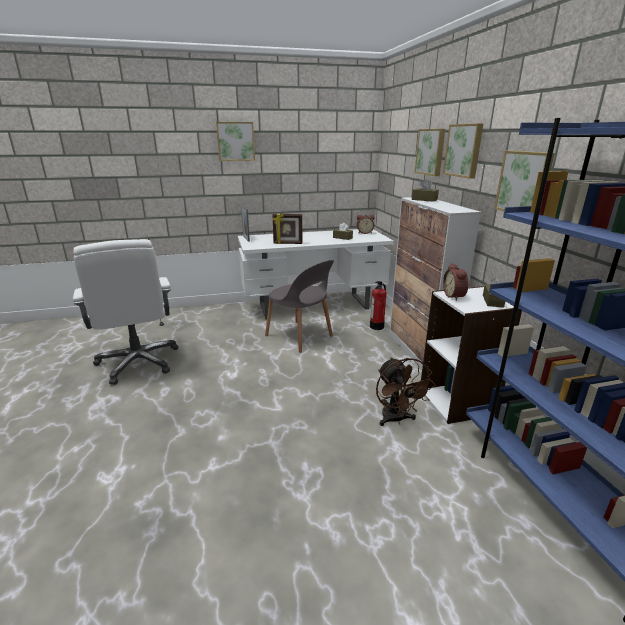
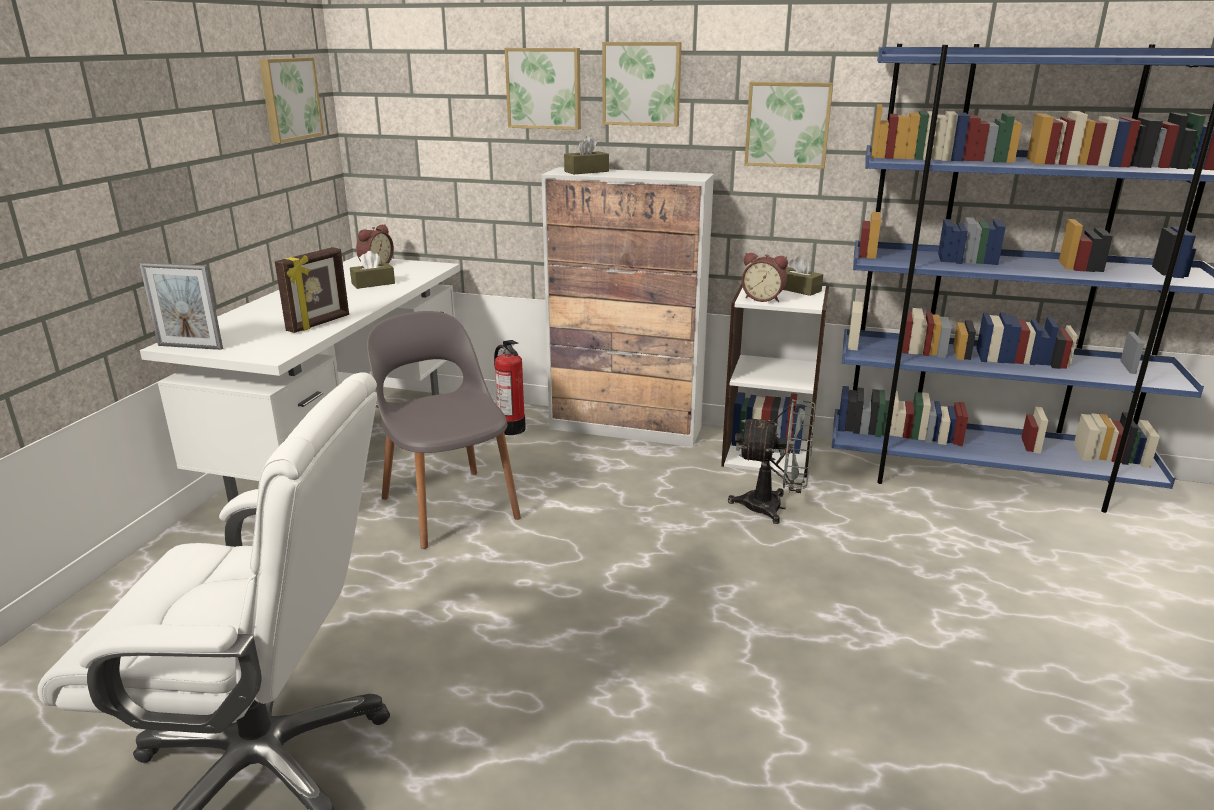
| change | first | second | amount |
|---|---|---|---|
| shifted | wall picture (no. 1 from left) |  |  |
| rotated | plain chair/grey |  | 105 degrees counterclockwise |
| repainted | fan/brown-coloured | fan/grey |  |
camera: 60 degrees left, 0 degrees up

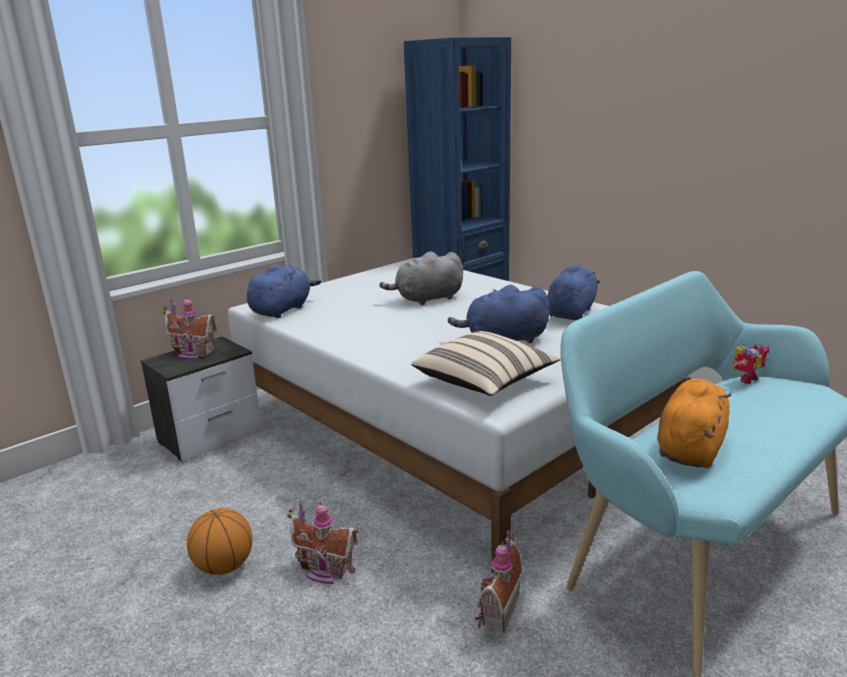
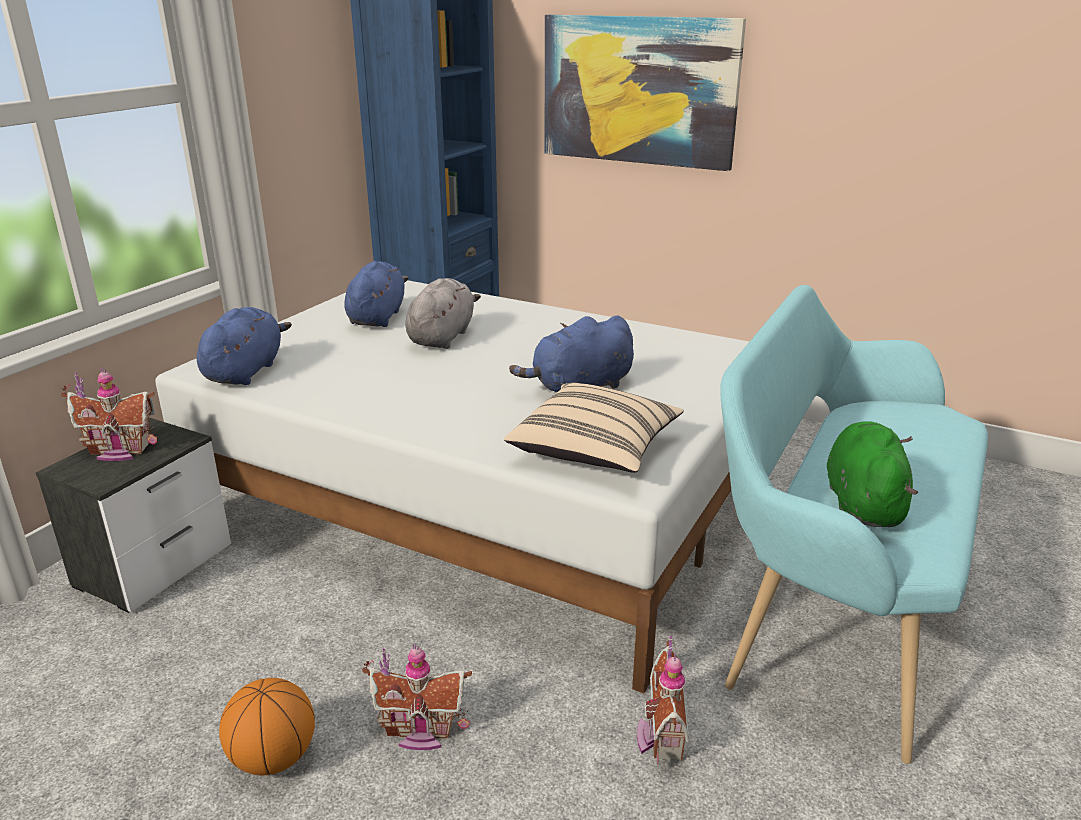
| change | first | second | amount |
|---|---|---|---|
| rotated | plush toy/grey |  | 150 degrees clockwise |
| shifted | plush toy/bluish (no. 3 from left in the first image) | plush toy/bluish (no. 2 from left) |  |
| repainted | plush toy/orange-coloured | plush toy/greenish |  |
| gone | model robot |  |  |
| new |  | wall picture |  |
camera: 20 degrees left, 5 degrees up

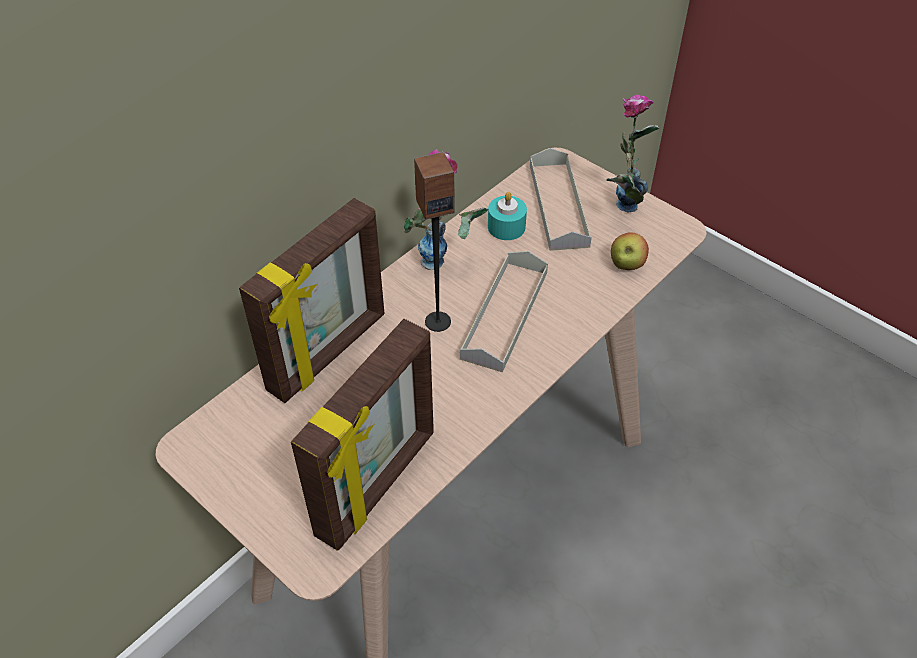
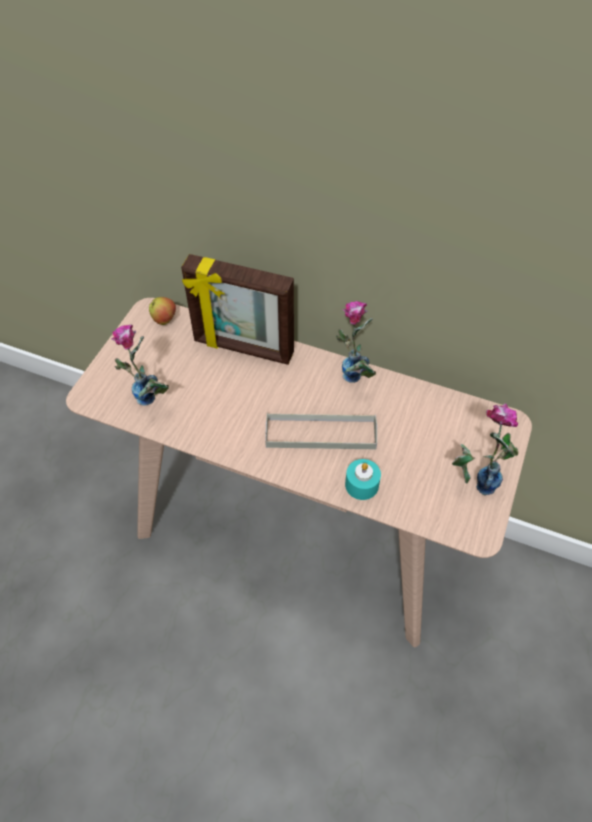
| change | first | second | amount |
|---|---|---|---|
| swapped | photo frame (no. 2 from left) | decorative vase (no. 1 from left) |  |
| gone | loudspeaker |  |  |
| shifted | wax candle/turquoise-coloured |  |  |
| gone | tray/grey (no. 2 from left) |  |  |
| shifted | apple fruit |  |  |
camera: 70 degrees right, 5 degrees up

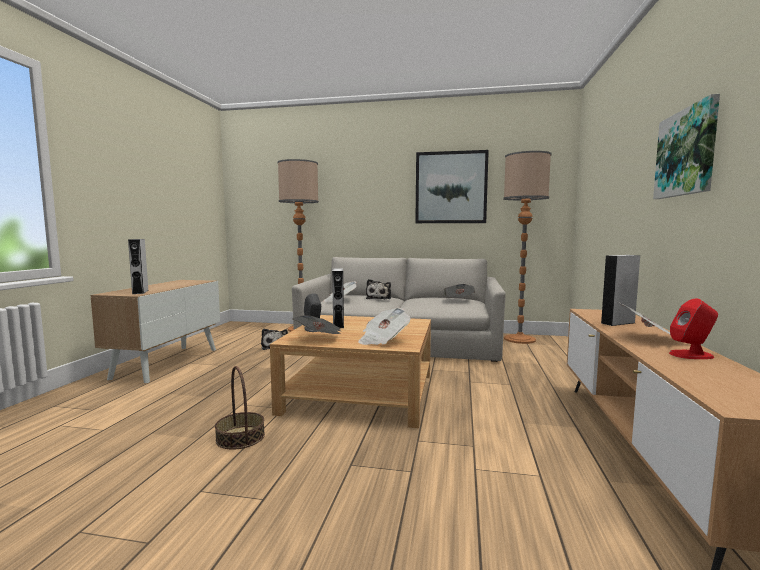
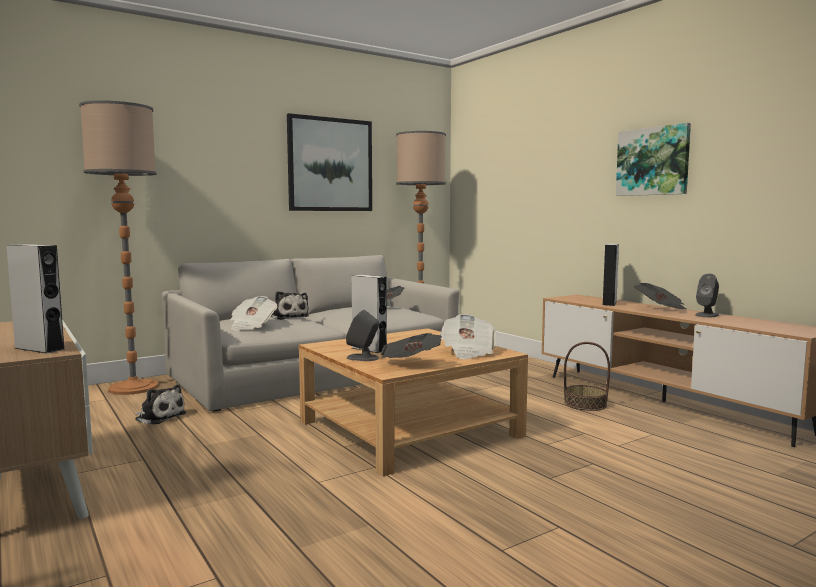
| change | first | second | amount |
|---|---|---|---|
| shifted | storage basket |  |  |
| repainted | loudspeaker/red | loudspeaker/grey (no. 5 from left) |  |
camera: 45 degrees left, 0 degrees up

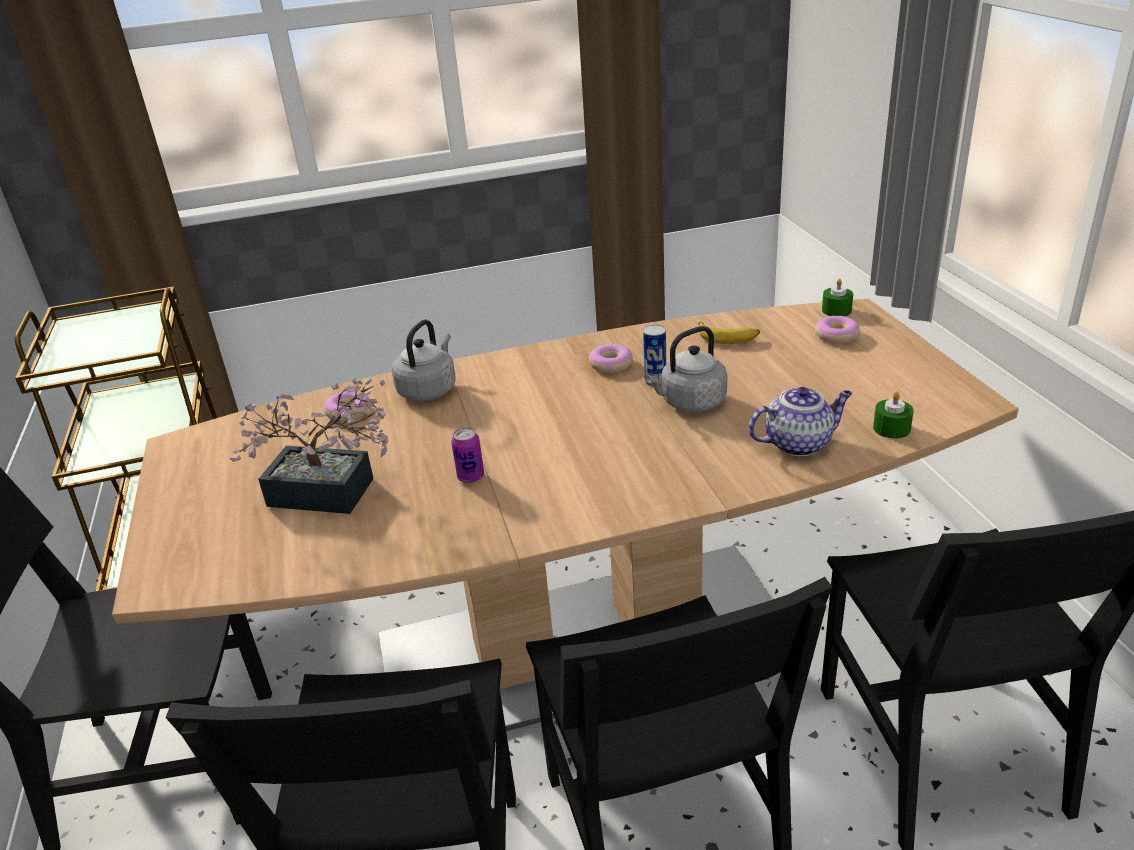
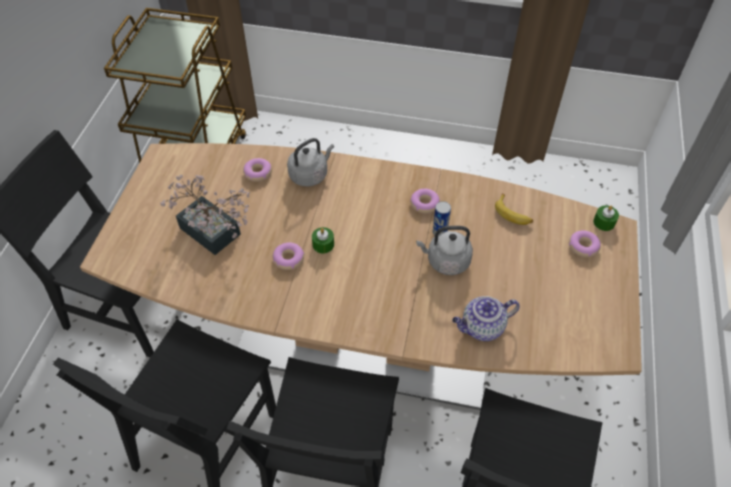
| change | first | second | amount |
|---|---|---|---|
| swapped | metal can (no. 1 from left) | ring doughnut (no. 2 from left) |  |
| rotated | pot for tea |  | 150 degrees clockwise |
| shifted | wax candle/greenish (no. 2 from left in the first image) | wax candle/greenish (no. 1 from left) |  |
camera: 25 degrees right, 20 degrees up

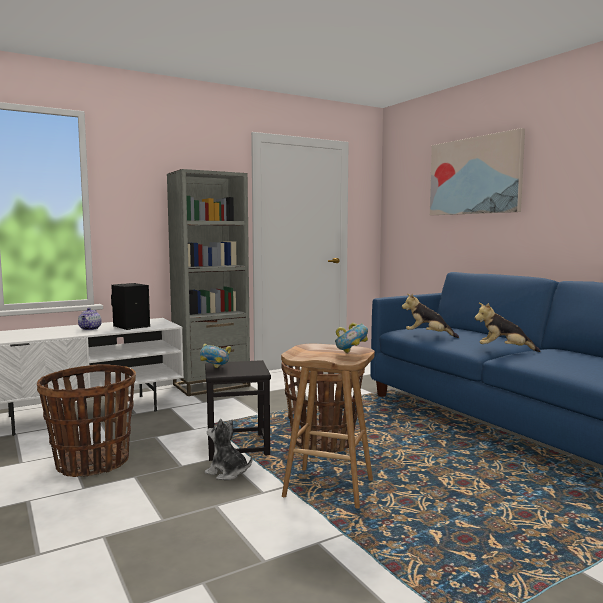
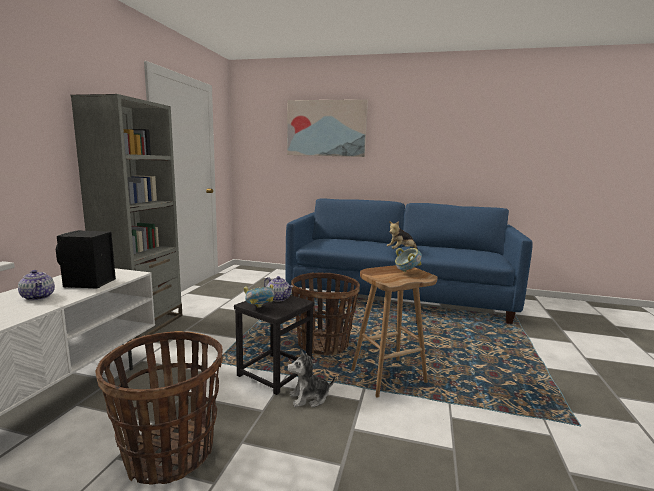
| change | first | second | amount |
|---|---|---|---|
| gone | plush toy (no. 2 from left) |  |  |
| new |  | pot for tea (no. 2 from left) |  |
camera: 45 degrees left, 5 degrees up

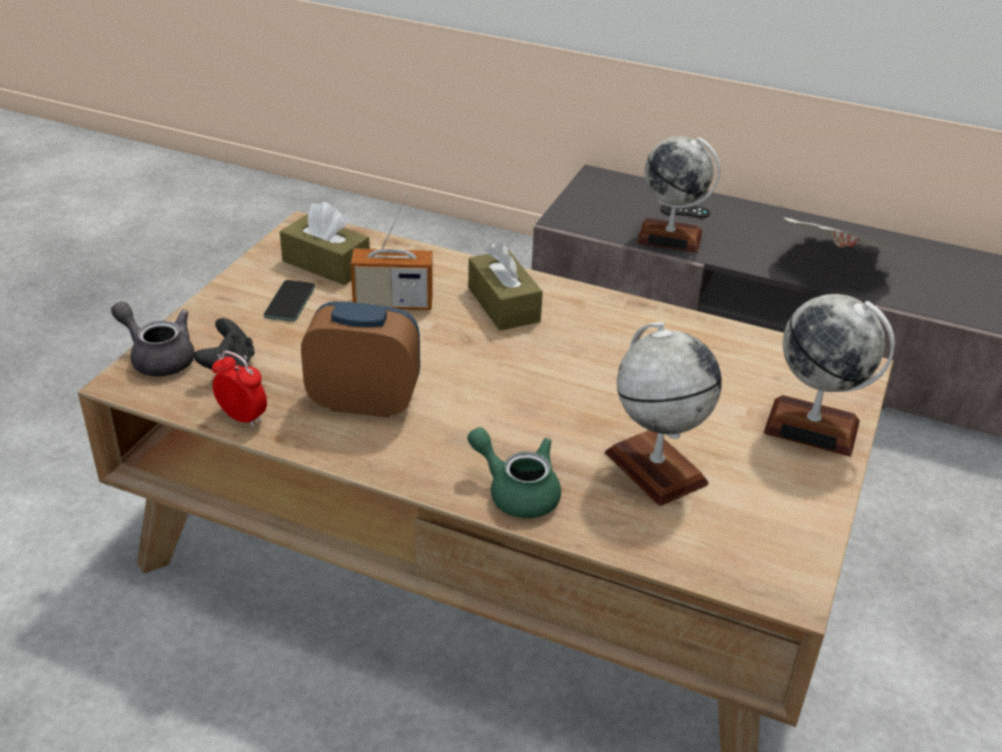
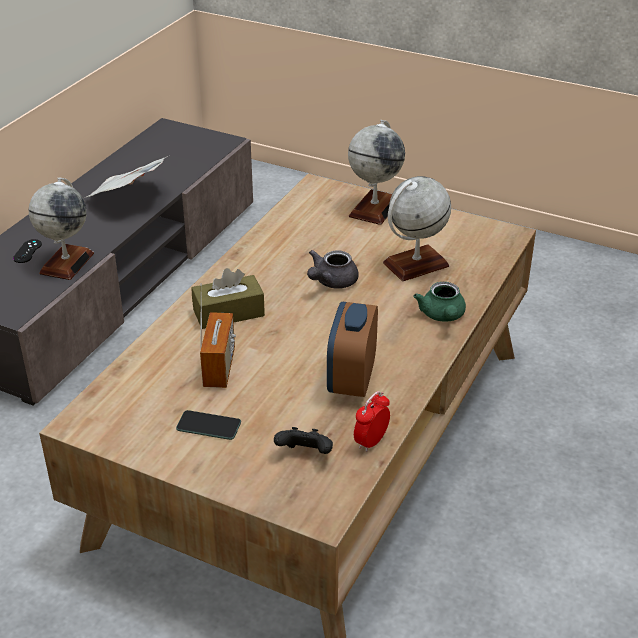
| change | first | second | amount |
|---|---|---|---|
| shifted | pot for tea/grey |  |  |
| gone | tissue holder/brown-coloured (no. 1 from left) |  |  |
| rotated | pot for tea/greenish |  | 45 degrees counterclockwise |
camera: 85 degrees left, 0 degrees up

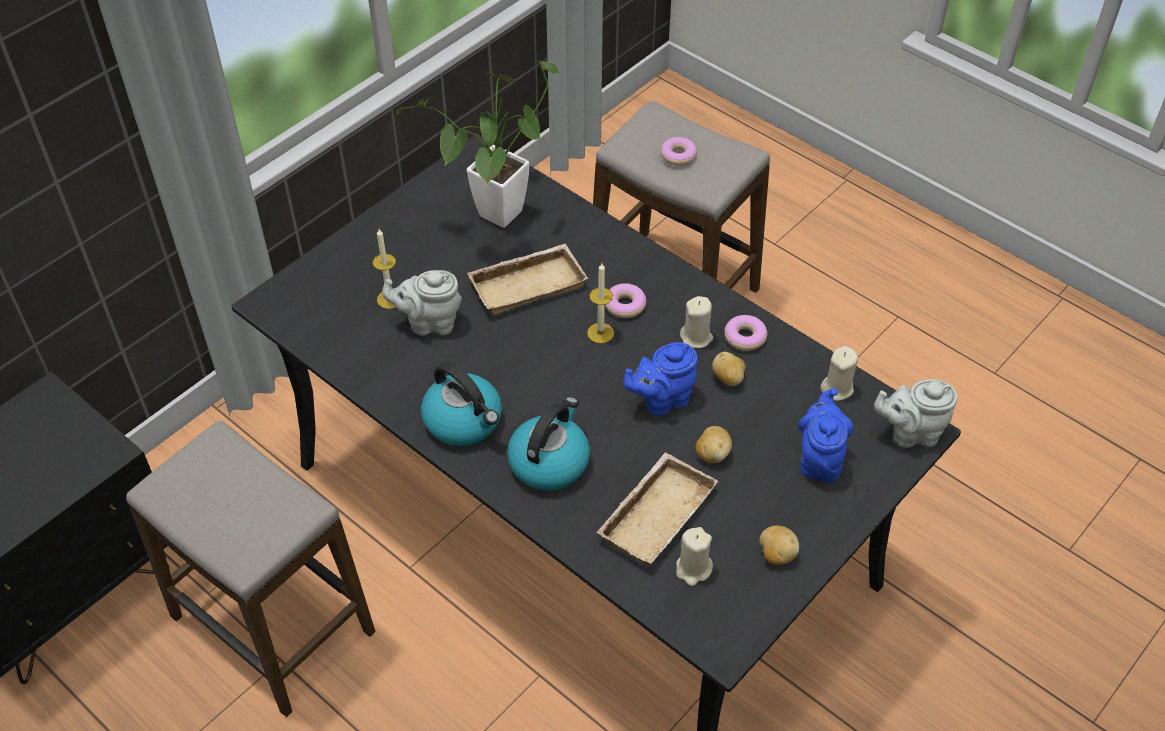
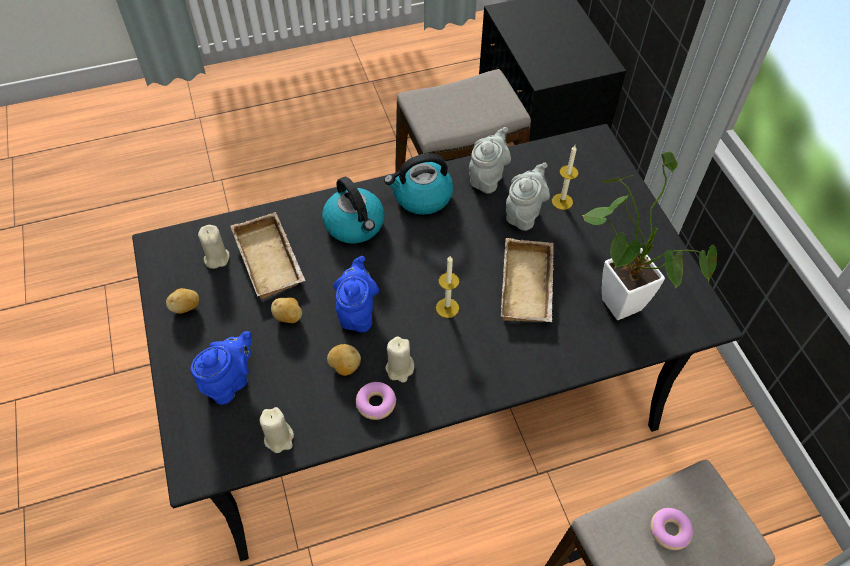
| change | first | second | amount |
|---|---|---|---|
| gone | ring doughnut (no. 1 from left) |  |  |
| rotated | pot for tea/bluish (no. 2 from left in the first image) | pot for tea/bluish (no. 1 from left) | 90 degrees counterclockwise |
| shifted | pot for tea/grey (no. 2 from left in the first image) | pot for tea/grey (no. 1 from left) |  |
camera: 120 degrees right, 5 degrees up

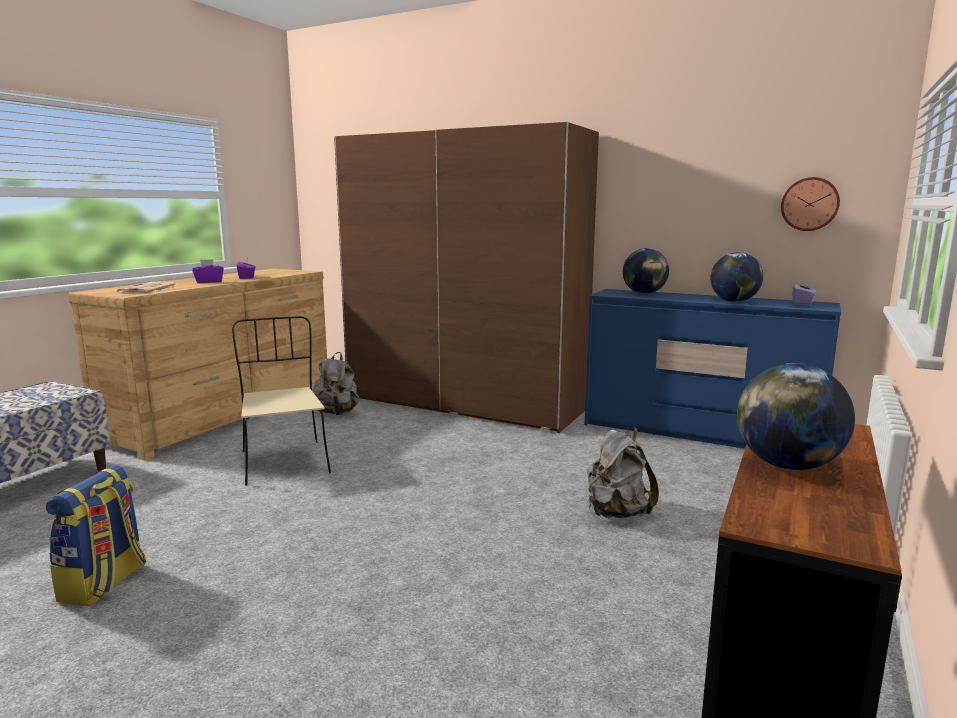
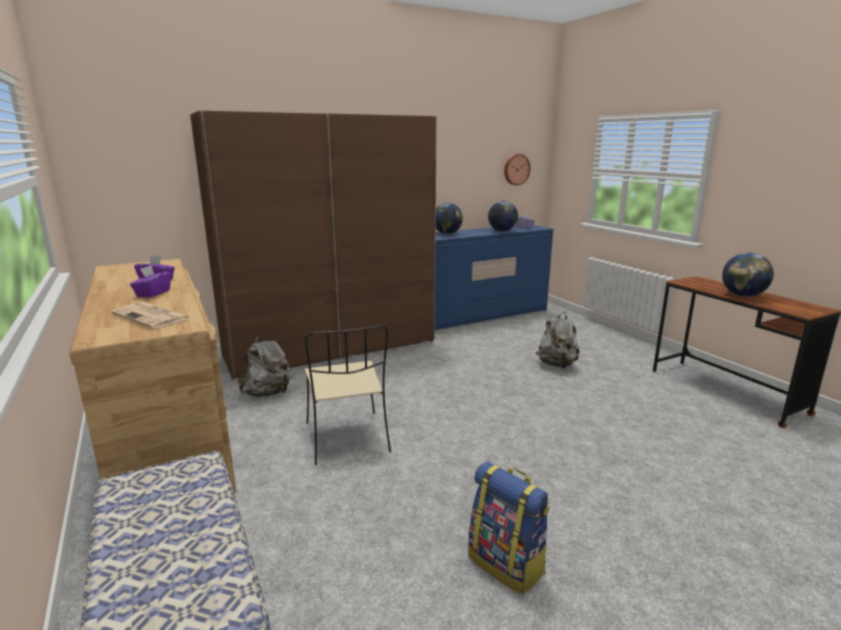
| change | first | second | amount |
|---|---|---|---|
| rotated | plain chair/beige-coloured |  | 120 degrees counterclockwise |
camera: 55 degrees left, 5 degrees up

